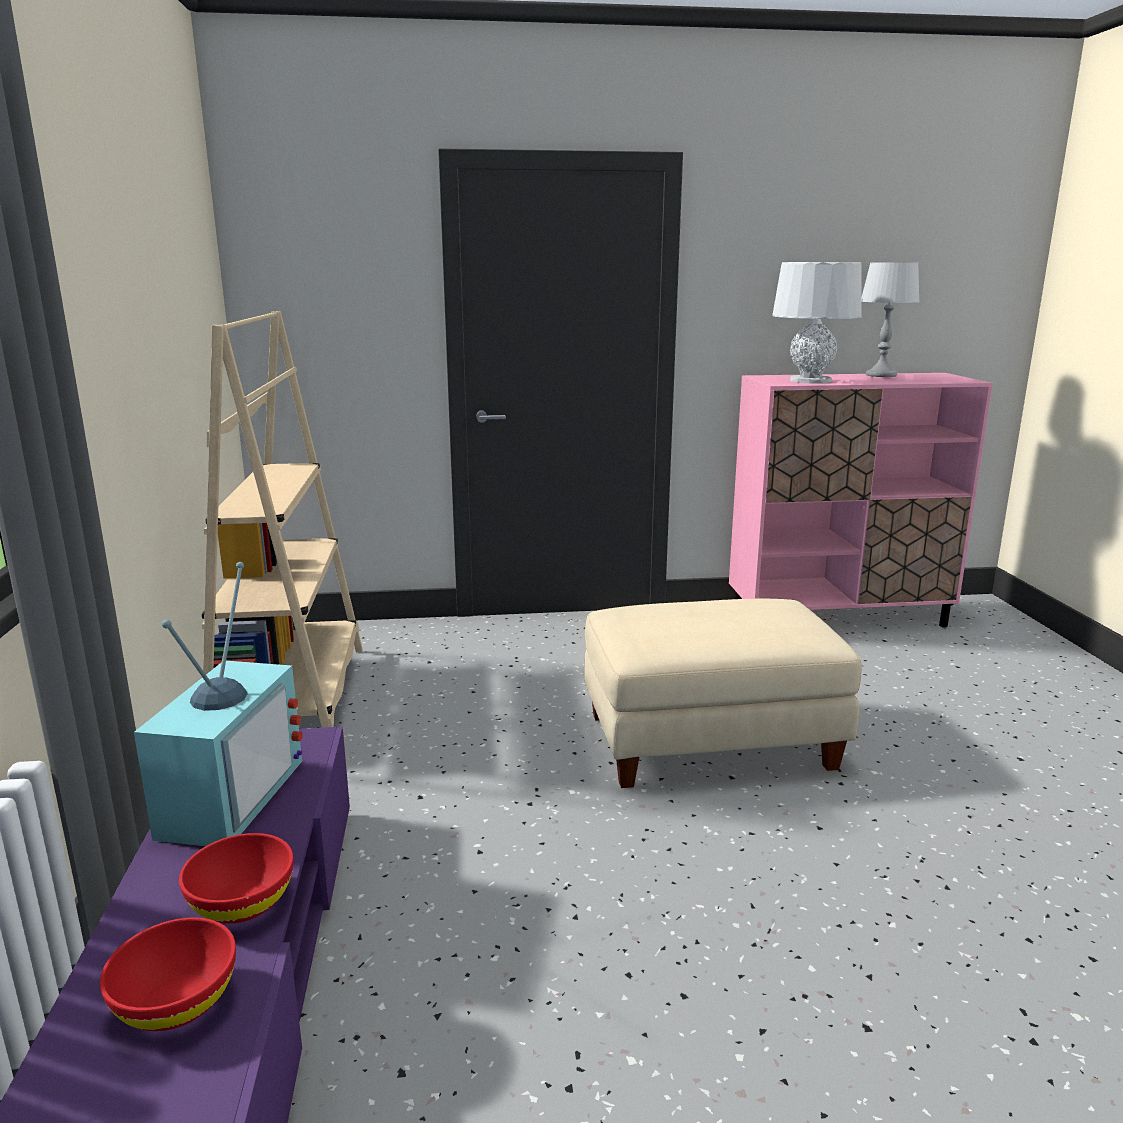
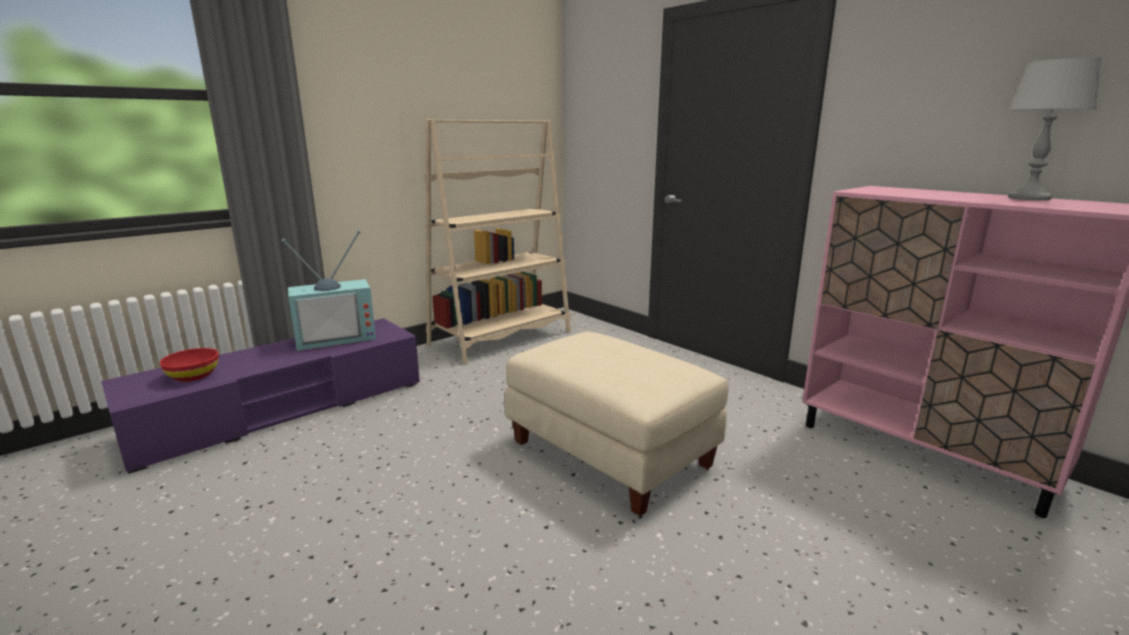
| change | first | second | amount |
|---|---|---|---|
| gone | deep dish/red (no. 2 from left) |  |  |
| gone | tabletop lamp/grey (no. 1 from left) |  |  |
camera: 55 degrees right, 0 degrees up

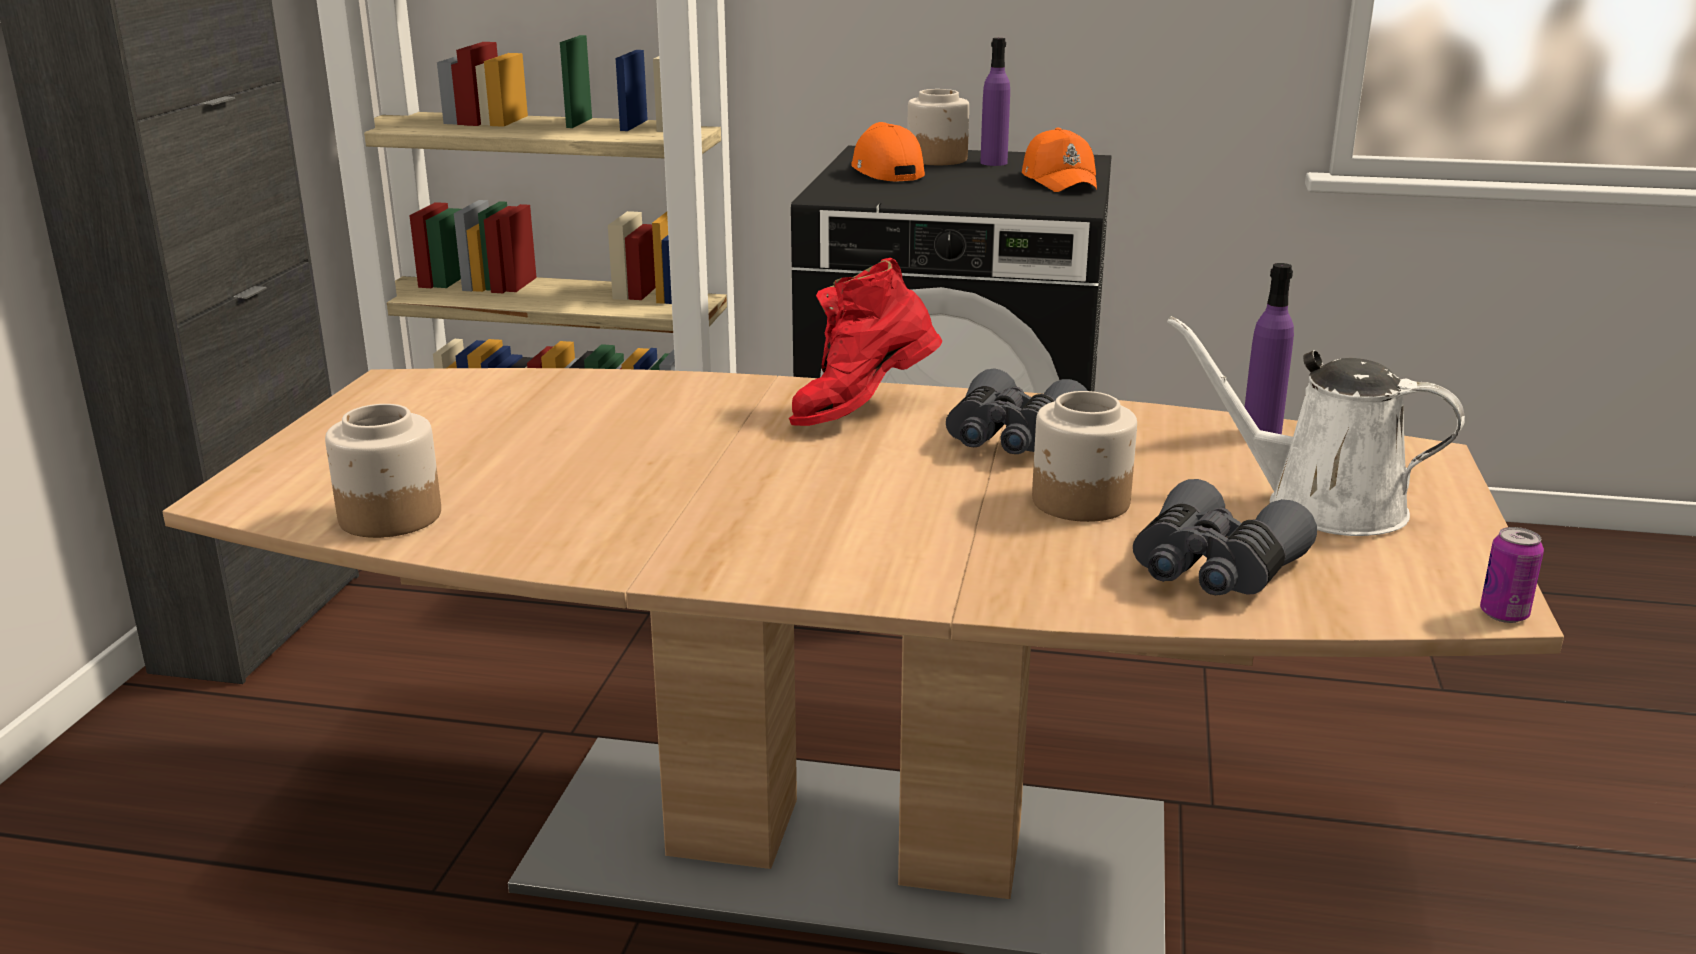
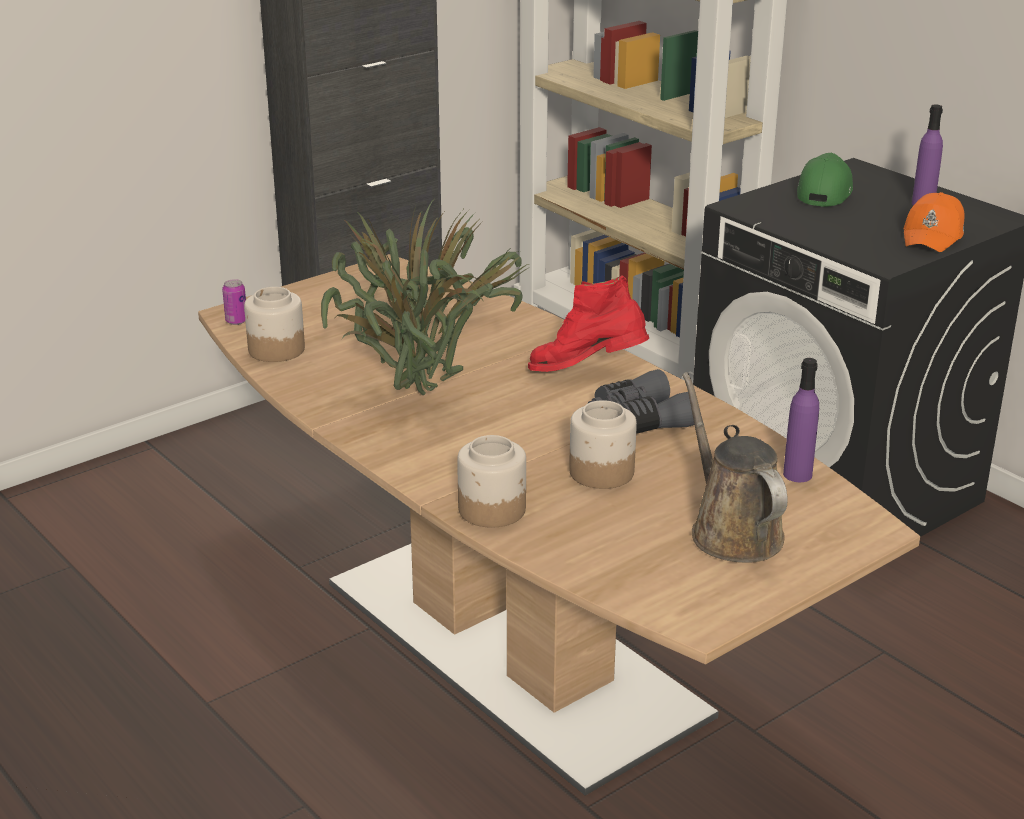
| change | first | second | amount |
|---|---|---|---|
| repainted | baseball cap/orange-coloured (no. 1 from left) | baseball cap/greenish |  |
| shifted | storage jar (no. 2 from left) |  |  |
| gone | field glasses/grey (no. 2 from left) |  |  |
| repainted | watering can/white | watering can/brown-coloured |  |
| shifted | metal can |  |  |
| new |  | potted plant |  |
camera: 40 degrees right, 5 degrees up

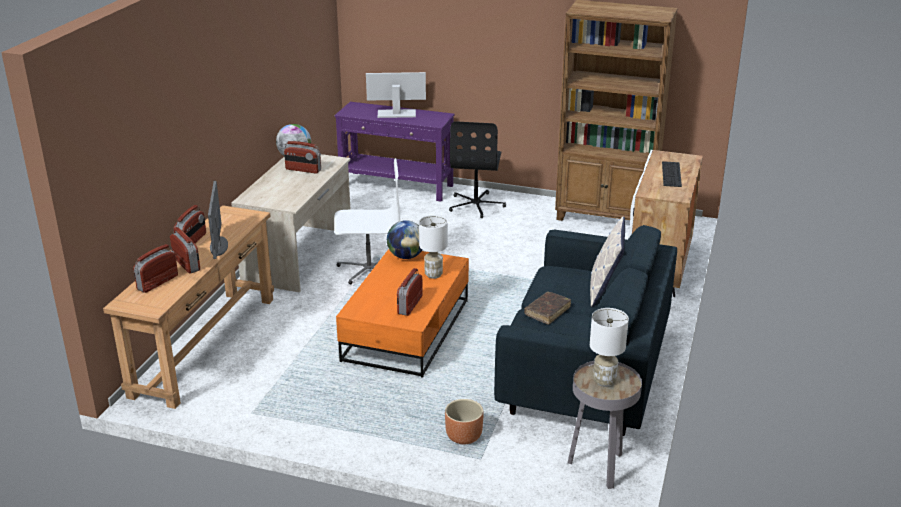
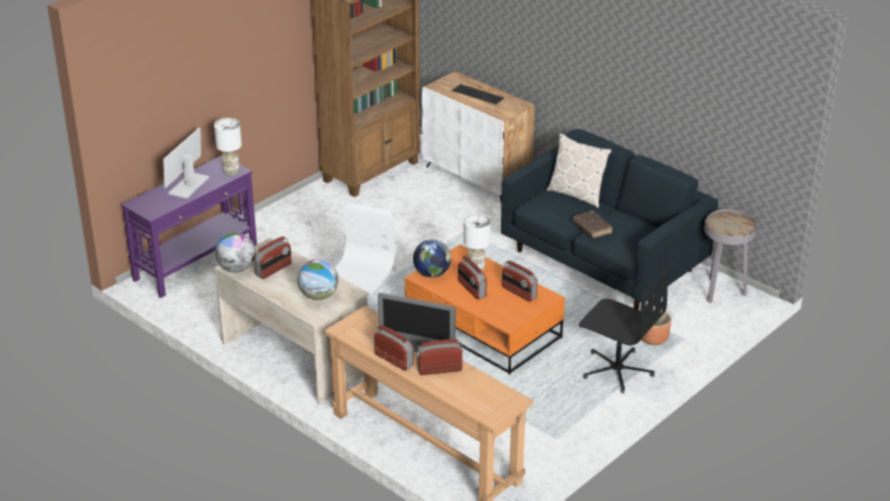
| change | first | second | amount |
|---|---|---|---|
| shifted | radio set (no. 1 from left in the first image) | radio set (no. 4 from left) |  |
| shifted | desk chair/blackish |  |  |
| shifted | tabletop lamp/white (no. 2 from left in the first image) | tabletop lamp/white (no. 1 from left) |  |
| new |  | world globe (no. 2 from left) |  |
camera: 65 degrees left, 5 degrees up

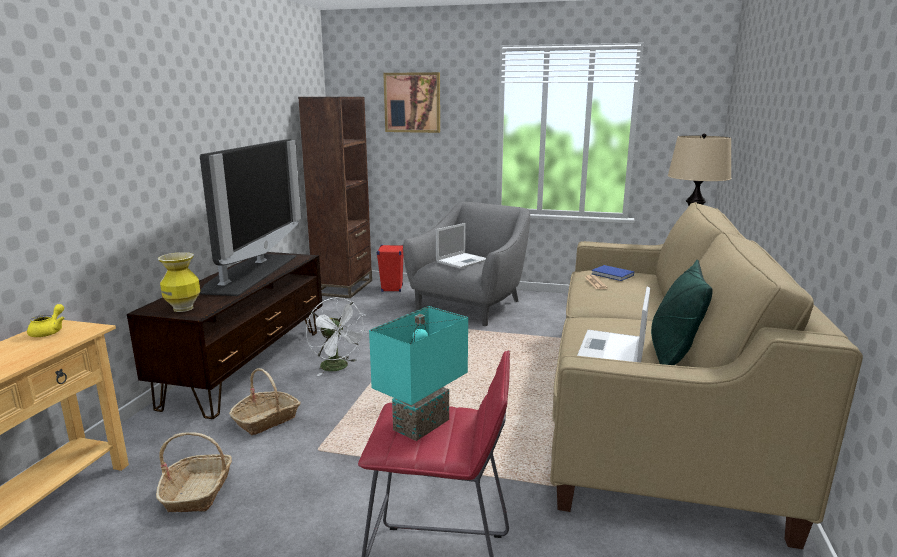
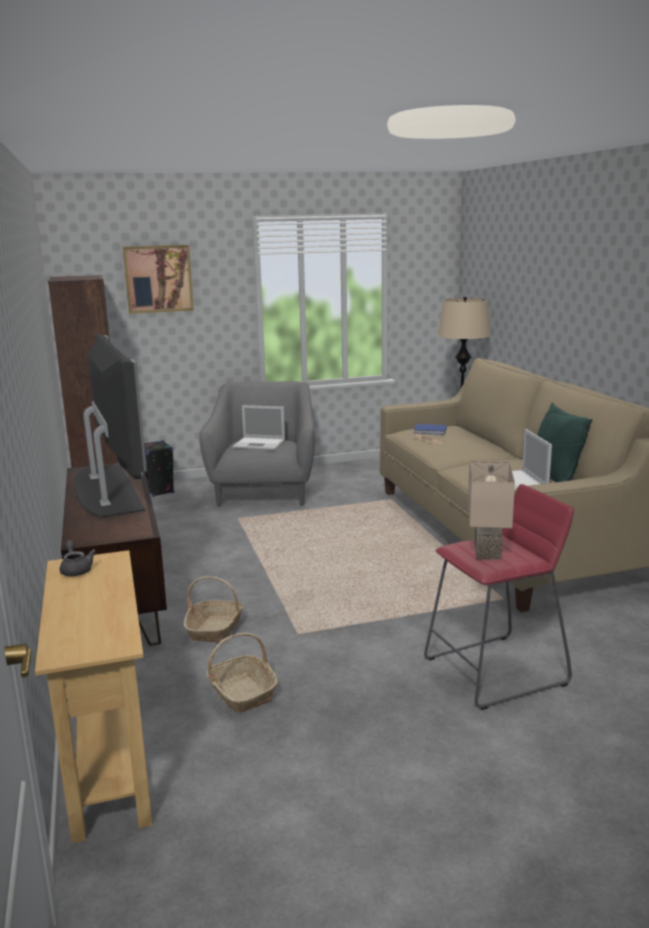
| change | first | second | amount |
|---|---|---|---|
| repainted | pot for tea/yellowish | pot for tea/grey |  |
| gone | decorative vase |  |  |
| gone | fan/white |  |  |
| repainted | tabletop lamp/turquoise-coloured | tabletop lamp/beige-coloured |  |
| repainted | loudspeaker/red | loudspeaker/blackish |  |
| rotated | laptop (no. 1 from left) |  | 90 degrees clockwise |
camera: 30 degrees left, 0 degrees up

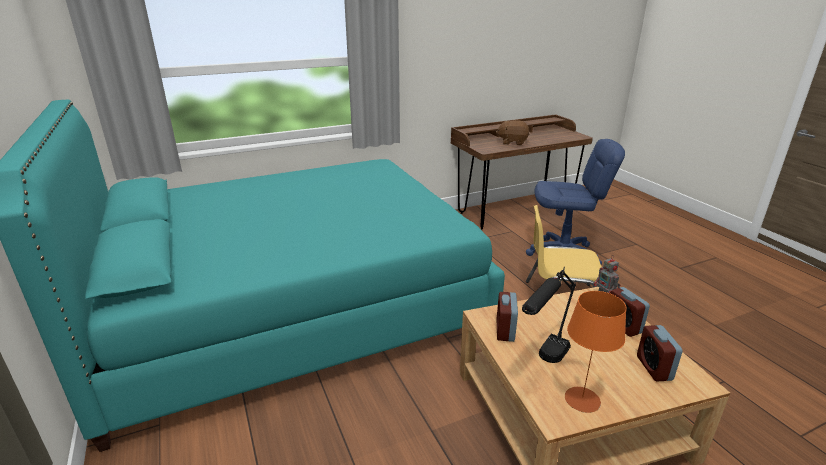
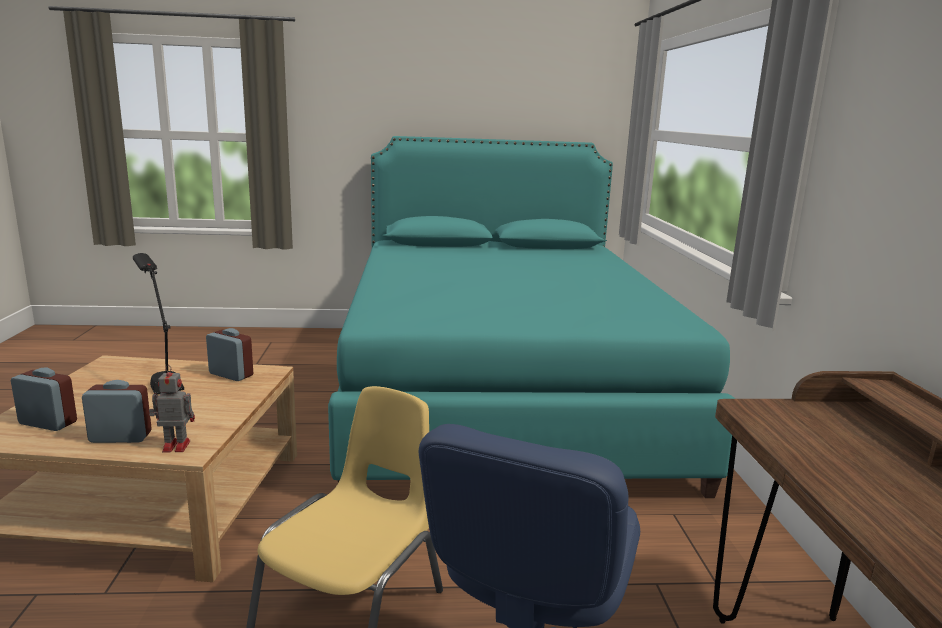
| change | first | second | amount |
|---|---|---|---|
| gone | plush toy/brown-coloured |  |  |
| gone | tabletop lamp/orange-coloured |  |  |
camera: 110 degrees right, 10 degrees down

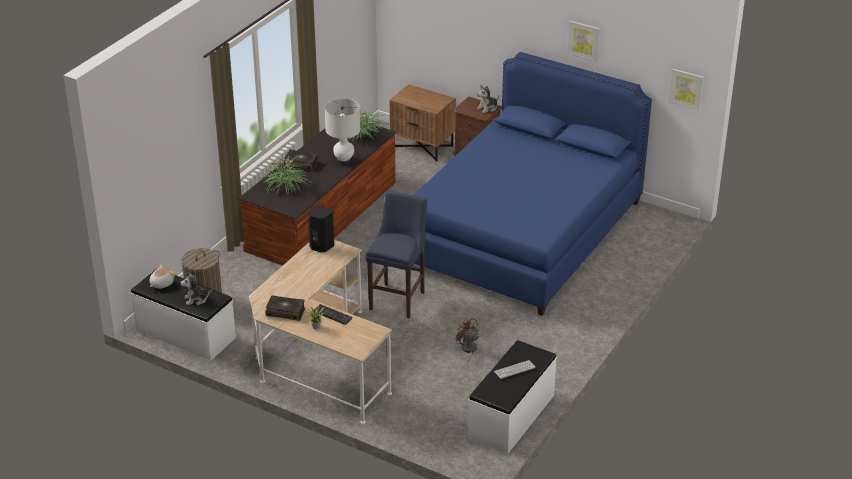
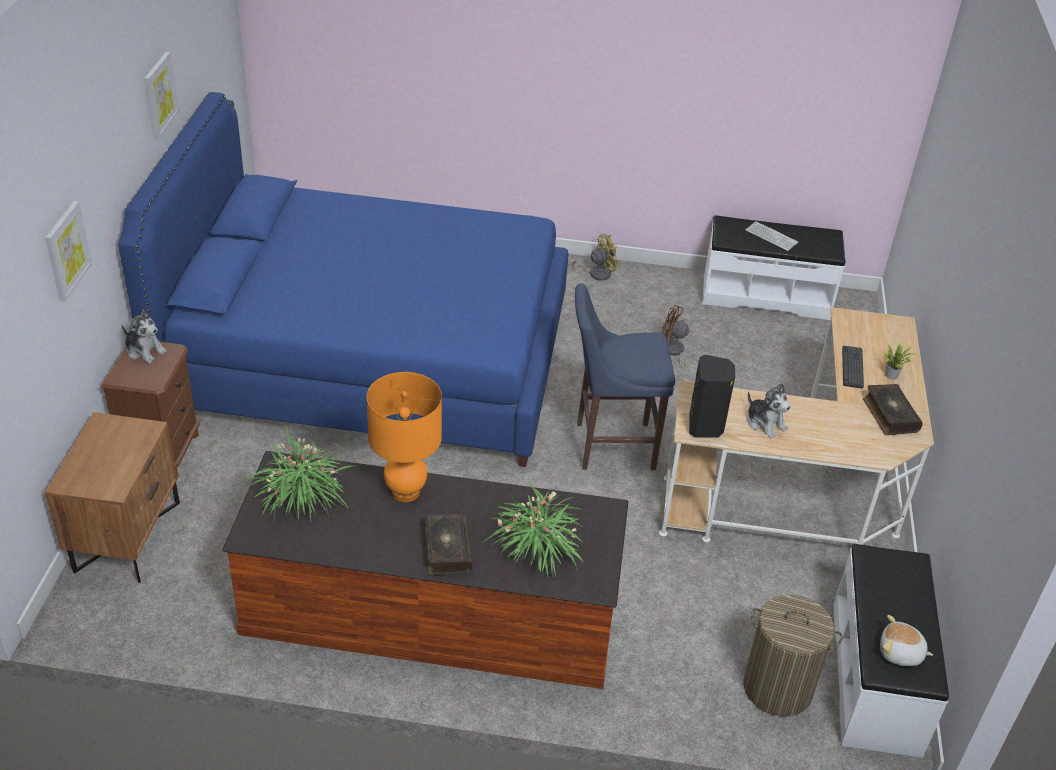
| change | first | second | amount |
|---|---|---|---|
| shifted | plush toy (no. 2 from left) |  |  |
| repainted | tabletop lamp/white | tabletop lamp/orange-coloured |  |
| rotated | fan/brown-coloured |  | 90 degrees clockwise |
| shifted | wall picture (no. 2 from left in the first image) | wall picture (no. 1 from left) |  |
| new |  | fan/yellowish |  |
camera: 115 degrees left, 5 degrees up

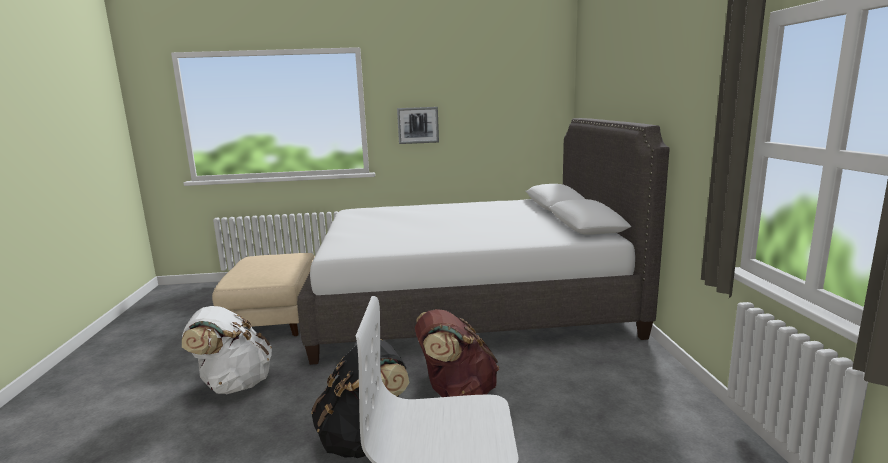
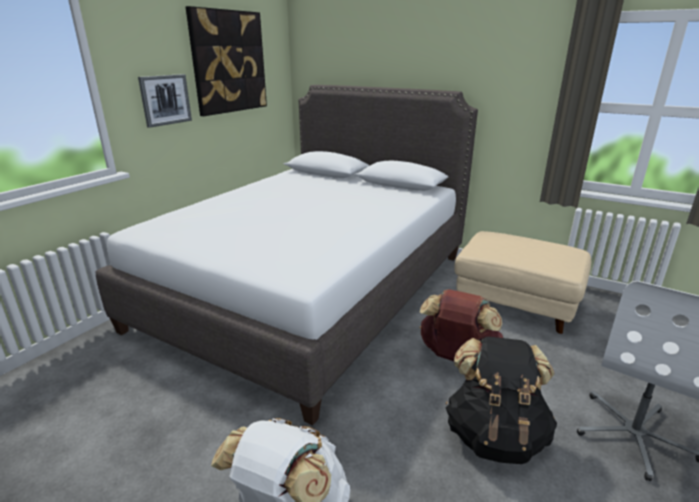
| change | first | second | amount |
|---|---|---|---|
| shifted | ottoman/beige-coloured |  |  |
| new |  | wall picture (no. 2 from left) |  |
camera: 55 degrees left, 10 degrees up

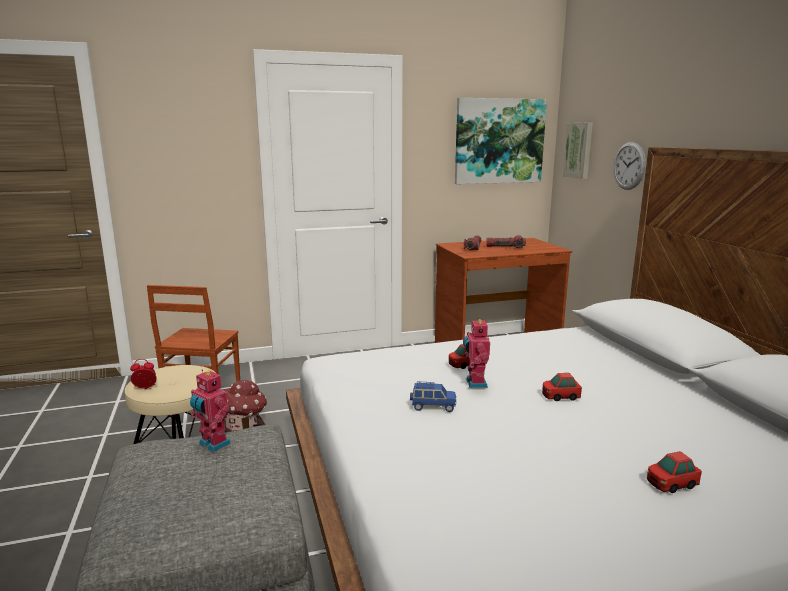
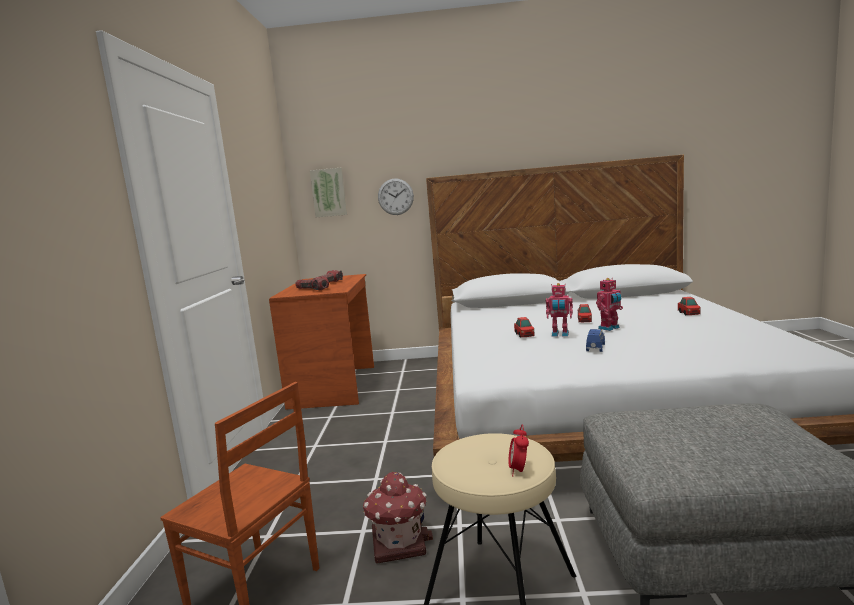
| change | first | second | amount |
|---|---|---|---|
| shifted | model robot (no. 1 from left in the first image) | model robot (no. 2 from left) |  |
| gone | wall picture (no. 1 from left) |  |  |
camera: 70 degrees left, 5 degrees down

